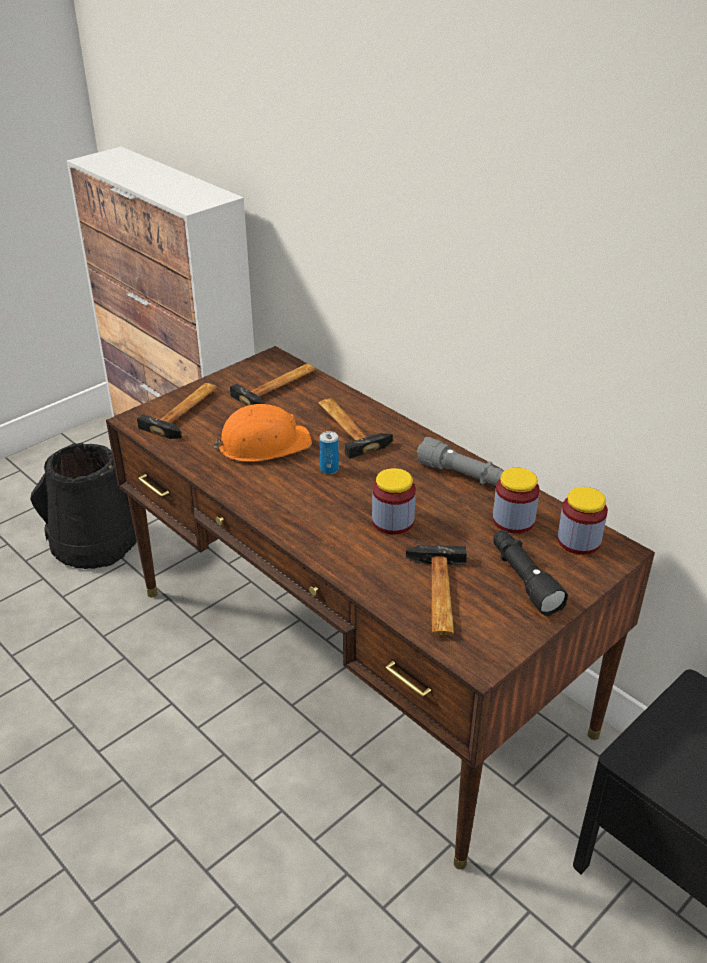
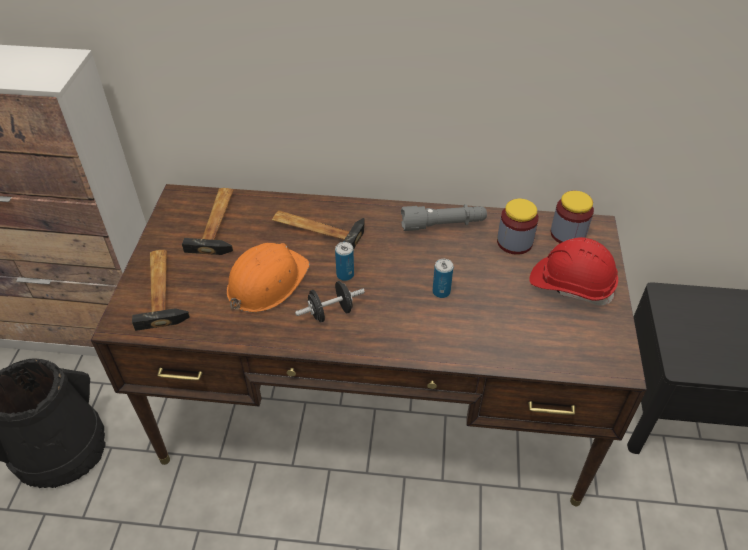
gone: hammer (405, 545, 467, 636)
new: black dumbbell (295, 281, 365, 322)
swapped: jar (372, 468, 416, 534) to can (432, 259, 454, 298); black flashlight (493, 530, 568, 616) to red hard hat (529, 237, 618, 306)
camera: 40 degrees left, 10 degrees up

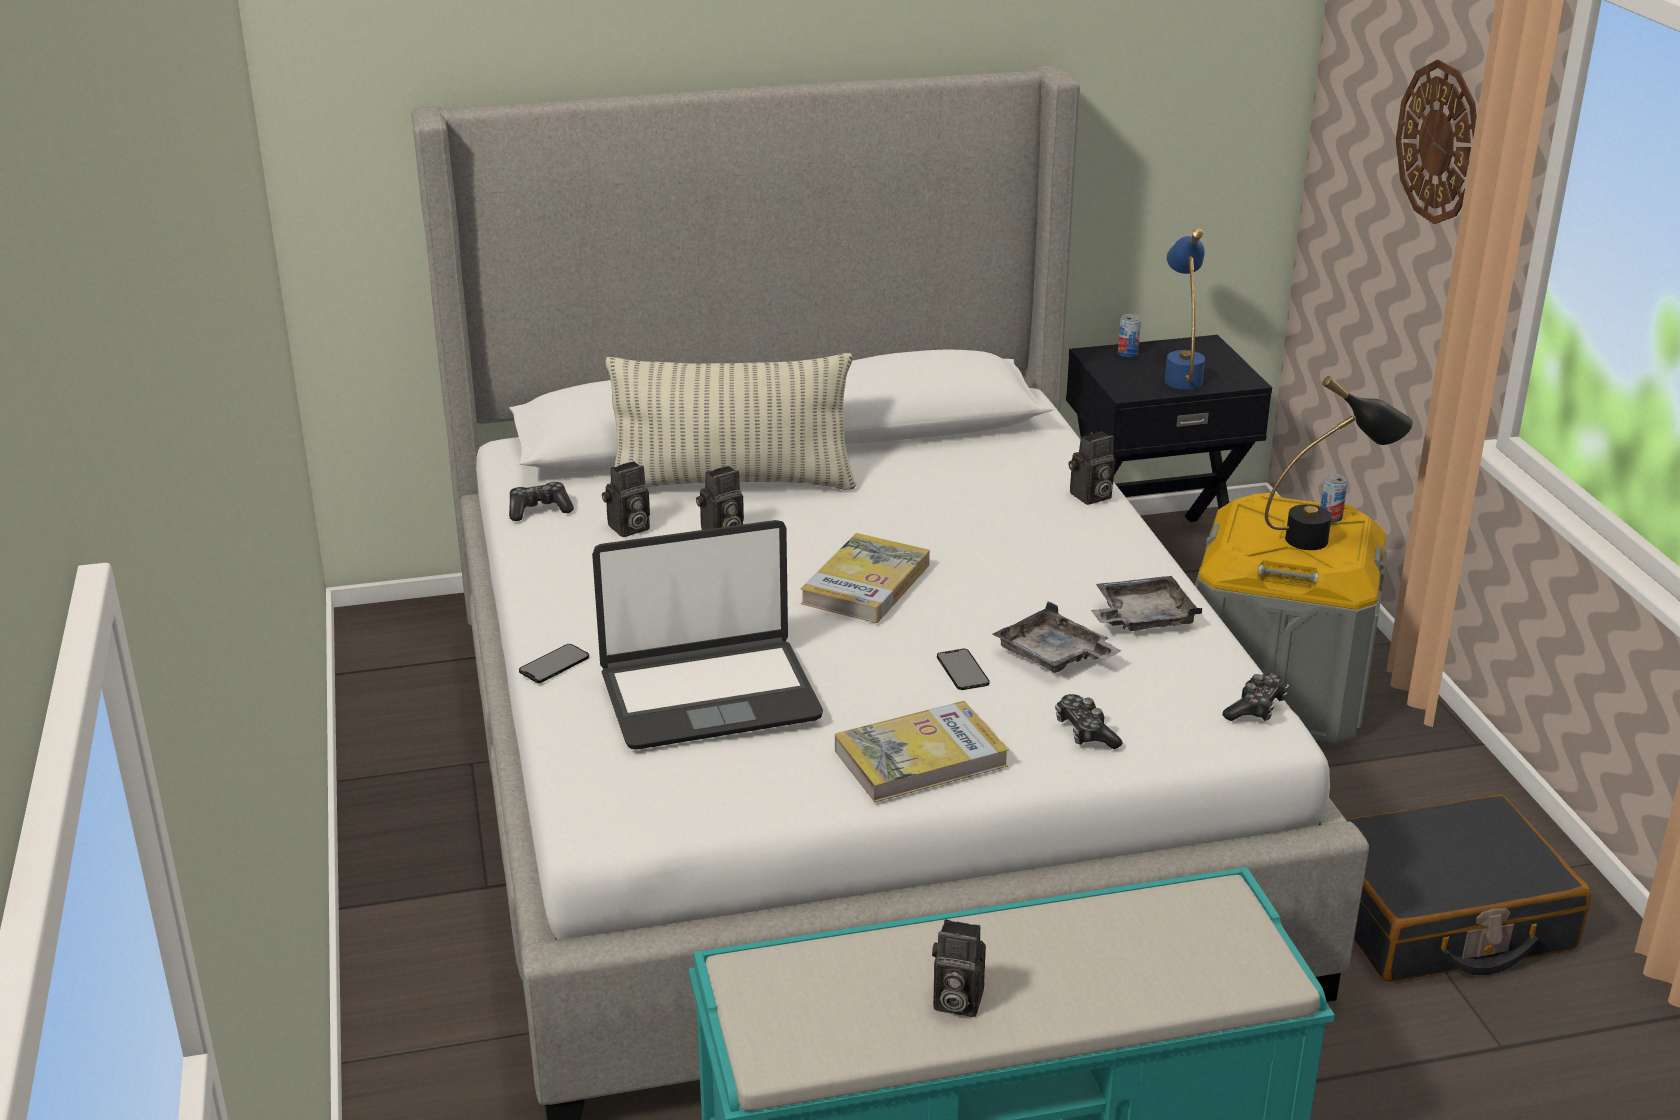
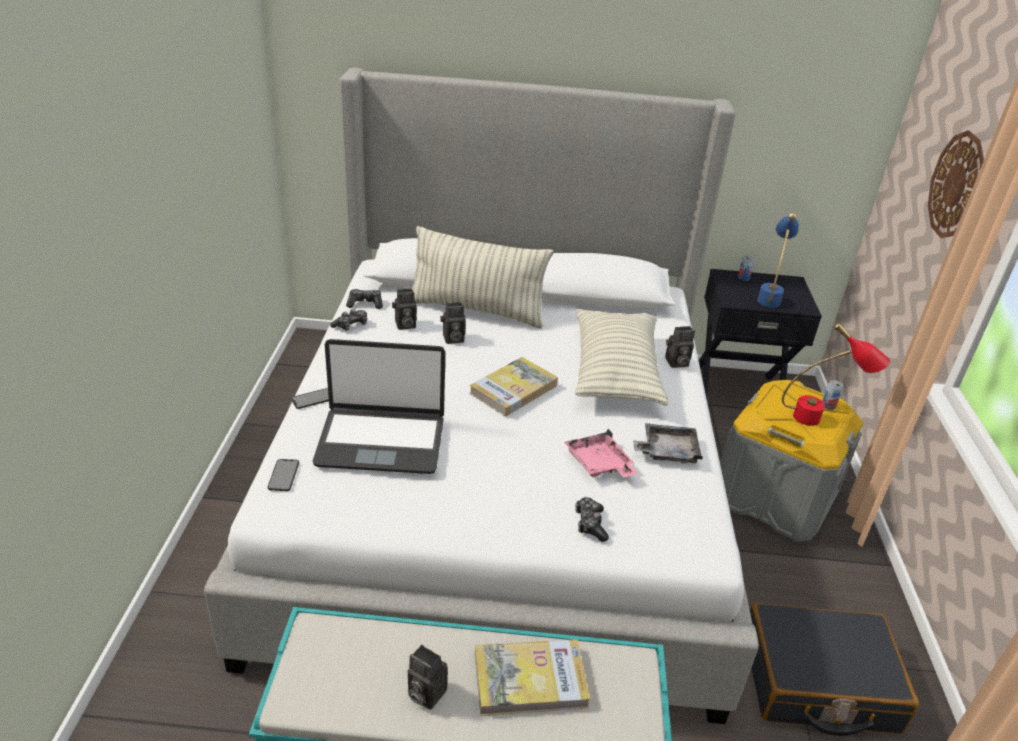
new: pillow (575, 309, 668, 406)
shifted: book (835, 701, 1009, 802) to (475, 639, 591, 716); phone (937, 649, 990, 690) to (268, 459, 299, 491); game controller (1222, 673, 1289, 721) to (330, 309, 367, 331)
repainted: grey tray (992, 601, 1122, 673) to pink tray (564, 429, 638, 477); black table lamp (1265, 376, 1413, 550) to red table lamp (782, 323, 890, 426)
camera: 15 degrees right, 5 degrees up

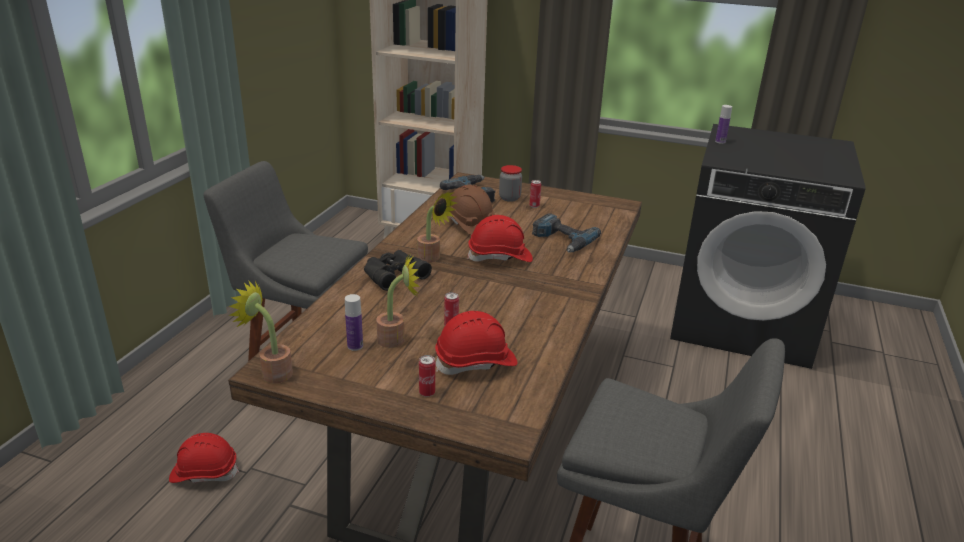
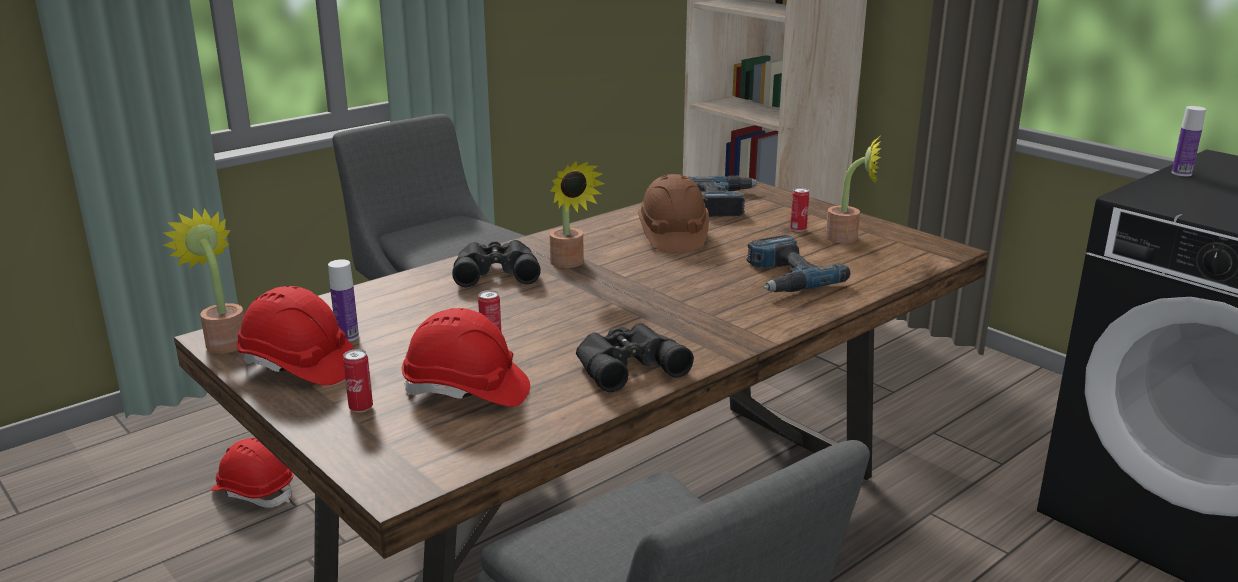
gone: jar (499, 165, 522, 202)
new: black binoculars (576, 323, 694, 392)
shifted: potted plant (376, 254, 420, 348) to (825, 137, 882, 243); red hard hat (467, 215, 533, 262) to (236, 286, 354, 385)
camera: 30 degrees right, 5 degrees down

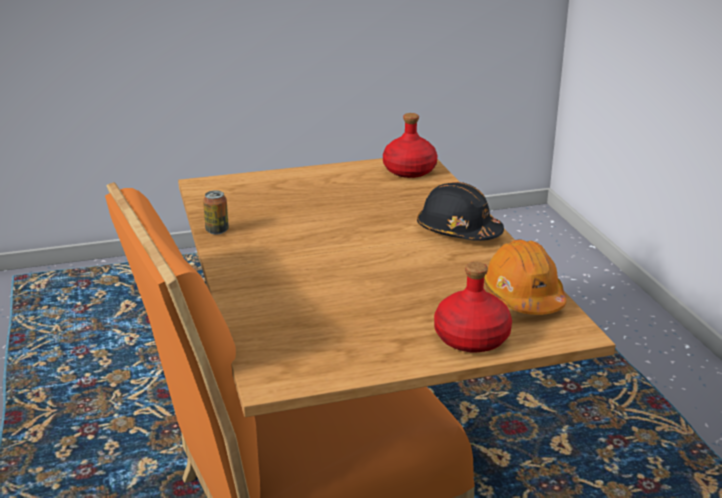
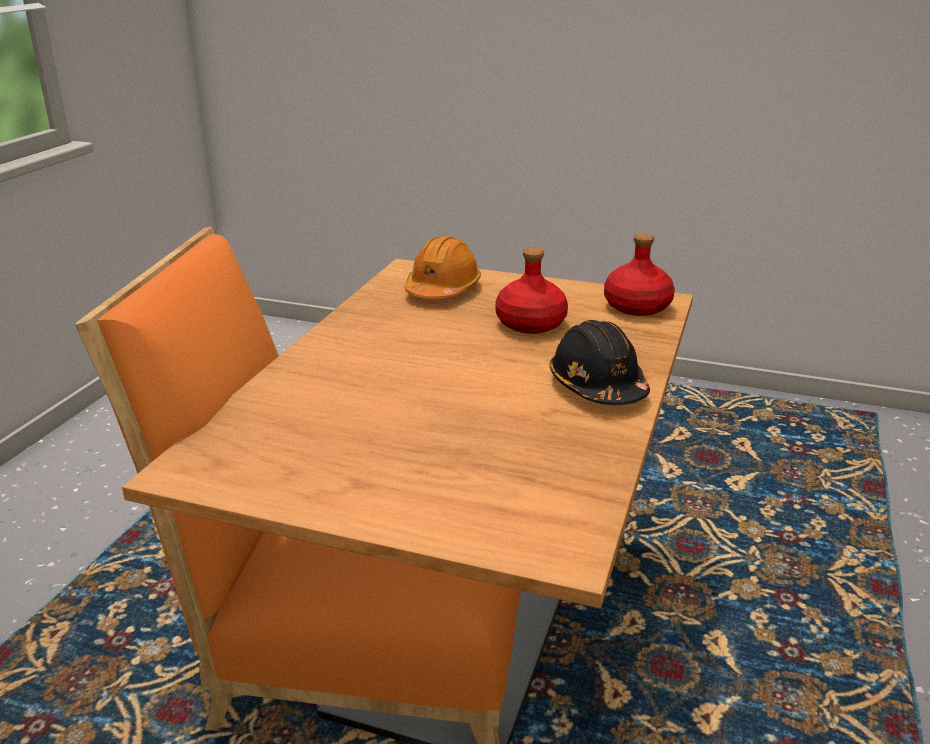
gone: can (203, 190, 229, 235)
shifted: red bottle (434, 261, 512, 352) to (495, 247, 568, 334); orange hard hat (484, 239, 567, 315) to (404, 236, 481, 299)
camera: 35 degrees right, 0 degrees up

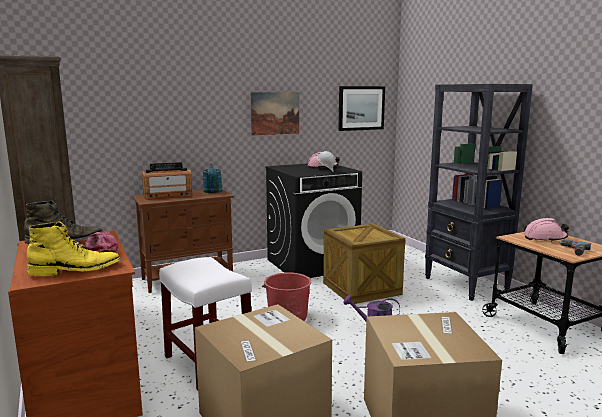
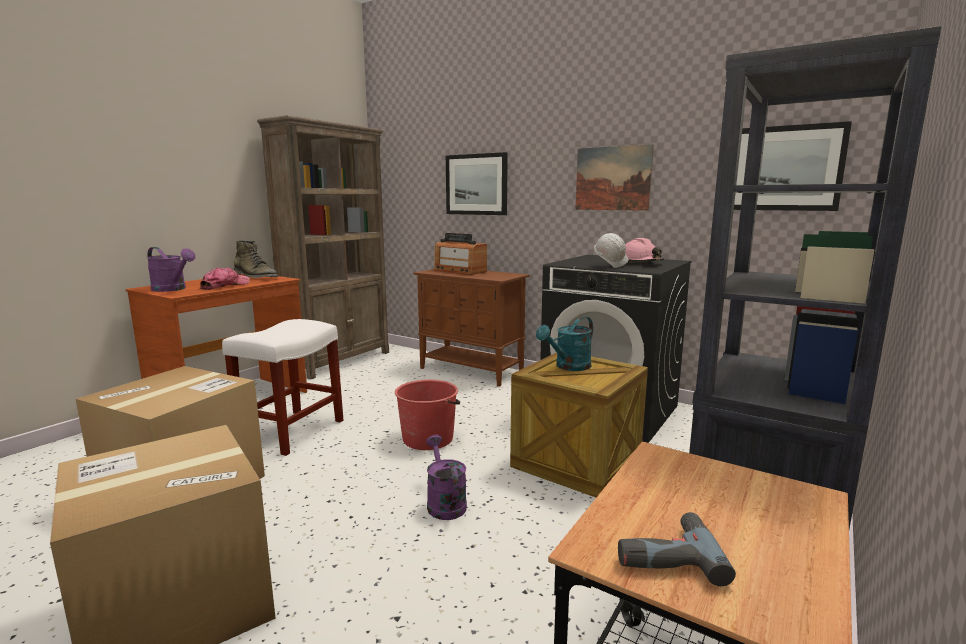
gone: pink hard hat (524, 218, 569, 242)
new: picture (446, 152, 508, 215)
shifted: turquoise watering can (202, 164, 222, 193) to (536, 316, 593, 371)
swapped: yellow boot (27, 221, 121, 276) to purple watering can (147, 247, 196, 292)
camera: 60 degrees right, 0 degrees up

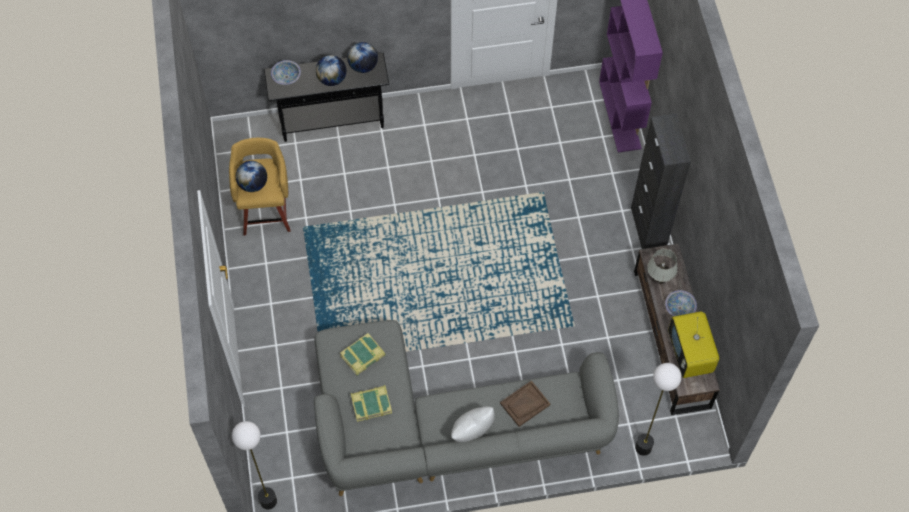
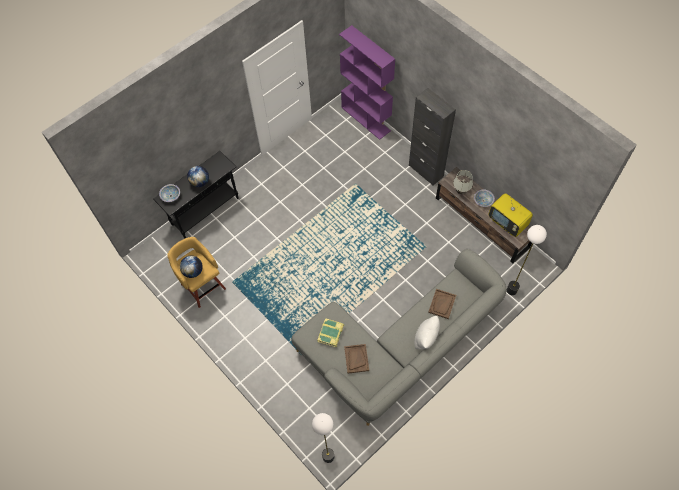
gone: globe (347, 42, 378, 73)
swapped: book (351, 385, 392, 422) to brown tray (344, 344, 369, 374)
camera: 30 degrees left, 0 degrees up

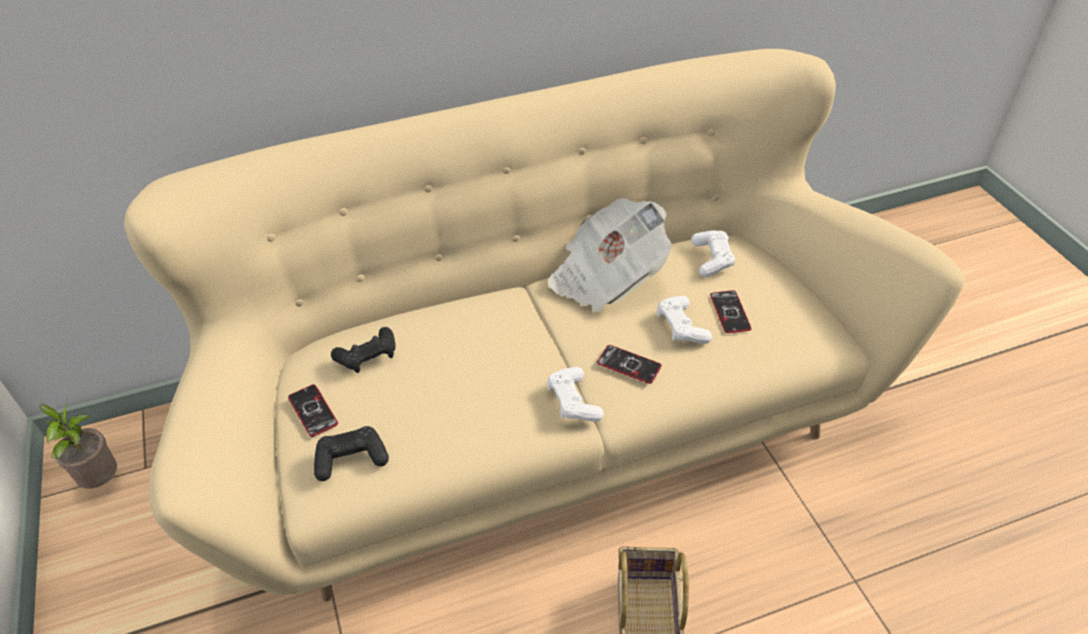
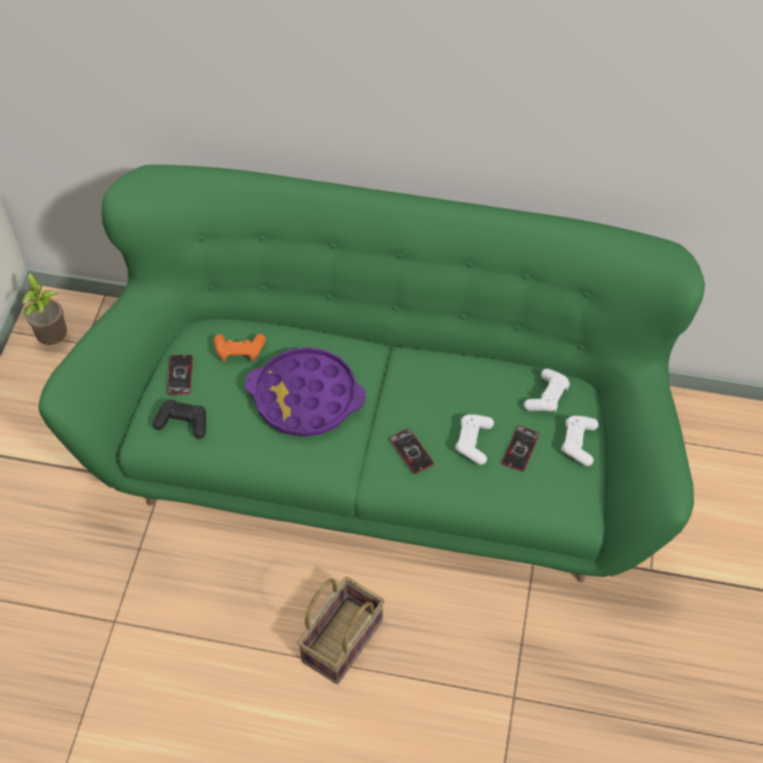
gone: newspaper (548, 198, 671, 312)
new: purple tray (245, 347, 366, 437)
shifted: white game controller (547, 367, 604, 422) to (561, 416, 599, 466)
repainted: beige sofa (124, 49, 965, 602) to green sofa (38, 165, 705, 582); black game controller (331, 327, 396, 373) to orange game controller (214, 334, 266, 361)
camera: 30 degrees right, 10 degrees up

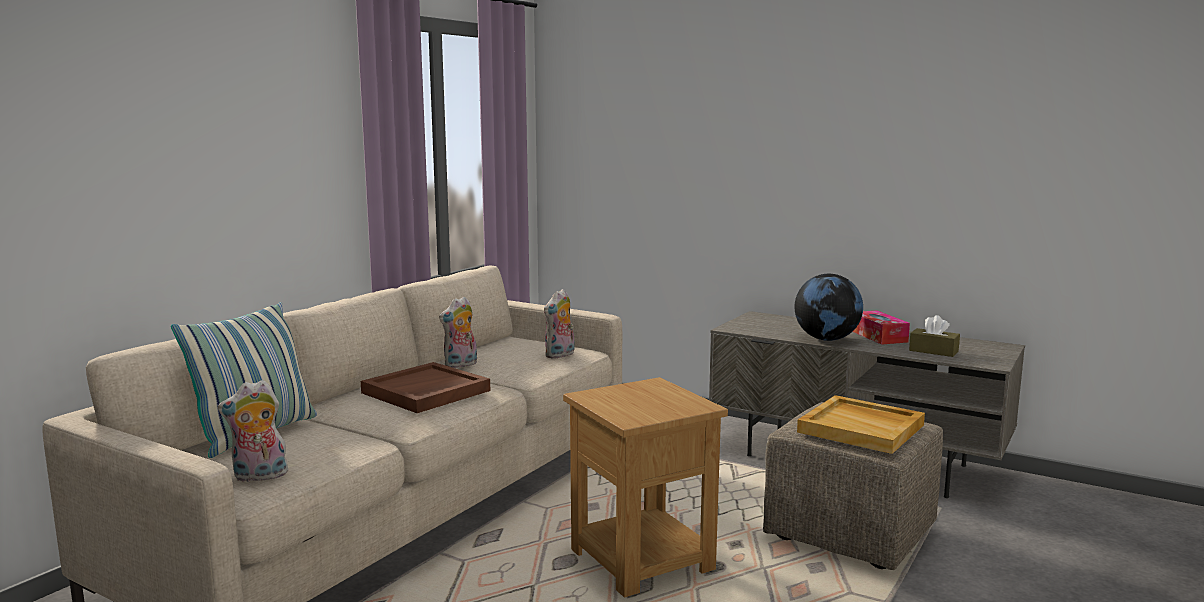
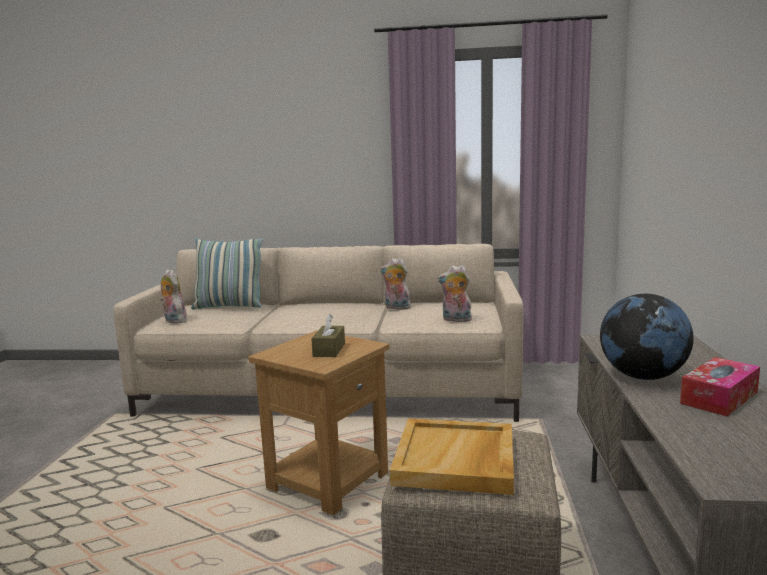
gone: brown tray (361, 362, 490, 413)
shifted: brown tissue box (909, 315, 960, 357) to (311, 314, 345, 357)
camera: 65 degrees right, 0 degrees up

